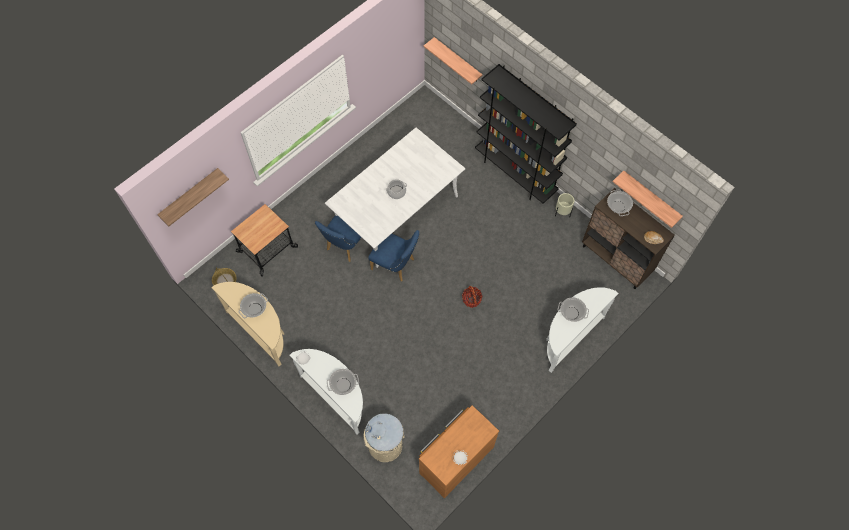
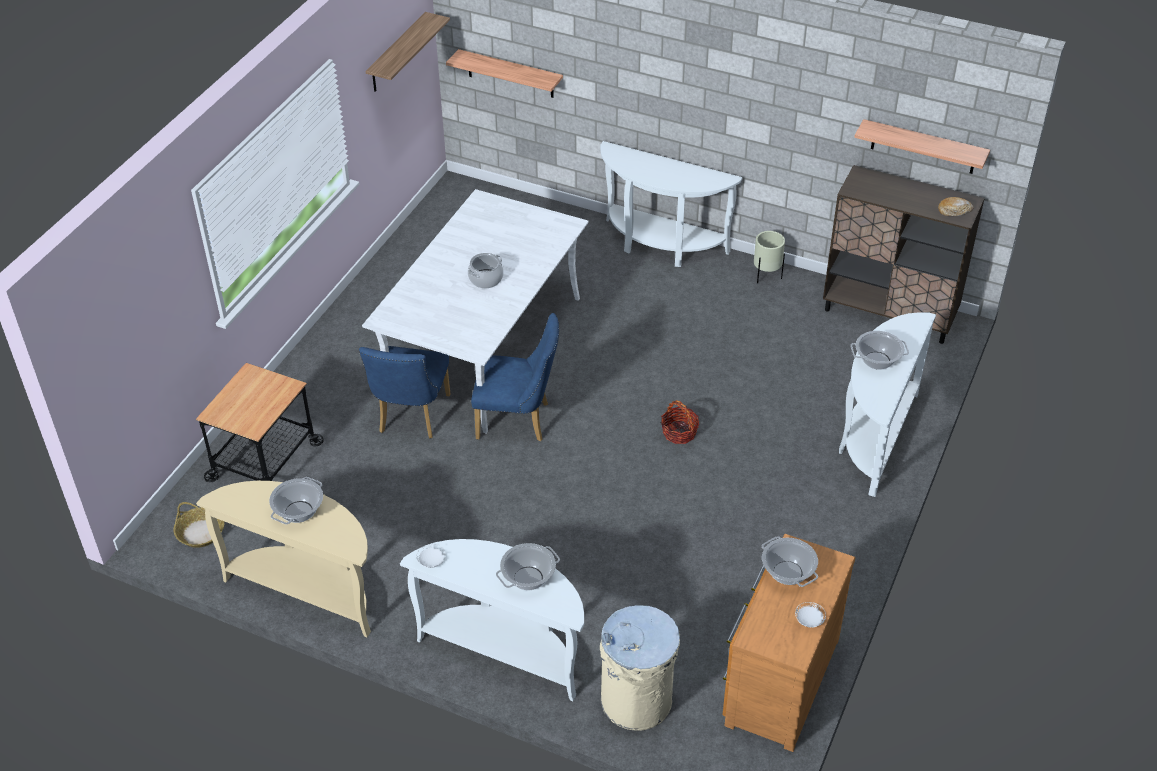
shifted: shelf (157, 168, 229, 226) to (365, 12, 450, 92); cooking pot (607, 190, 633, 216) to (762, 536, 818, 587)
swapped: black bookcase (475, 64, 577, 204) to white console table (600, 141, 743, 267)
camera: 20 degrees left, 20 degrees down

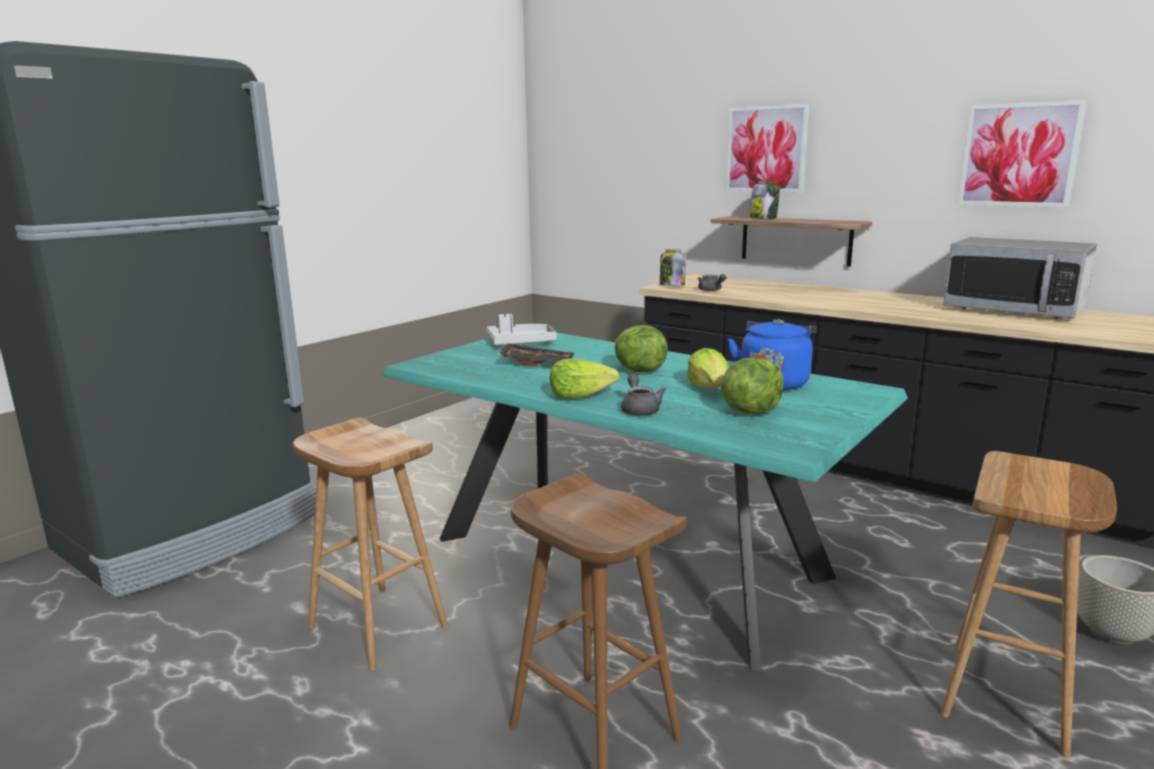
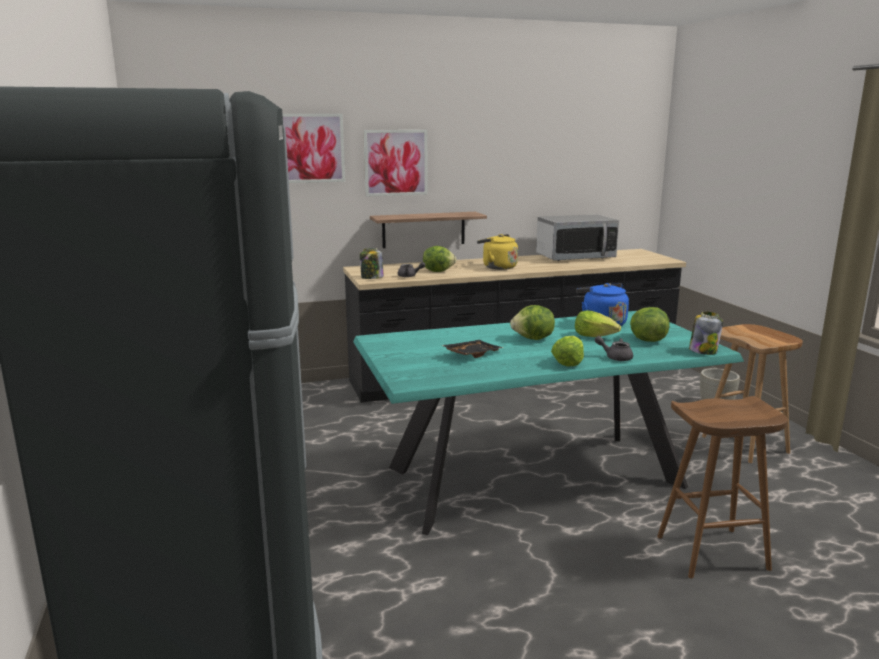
gone: brown stool (293, 418, 448, 671); grey tray (486, 314, 557, 345)
new: lettuce (423, 246, 457, 272); yellow kettle (477, 234, 518, 270)
shifted: jar (749, 181, 780, 219) to (689, 311, 723, 355); picture (957, 100, 1086, 208) to (282, 114, 345, 183)
camera: 55 degrees left, 0 degrees up

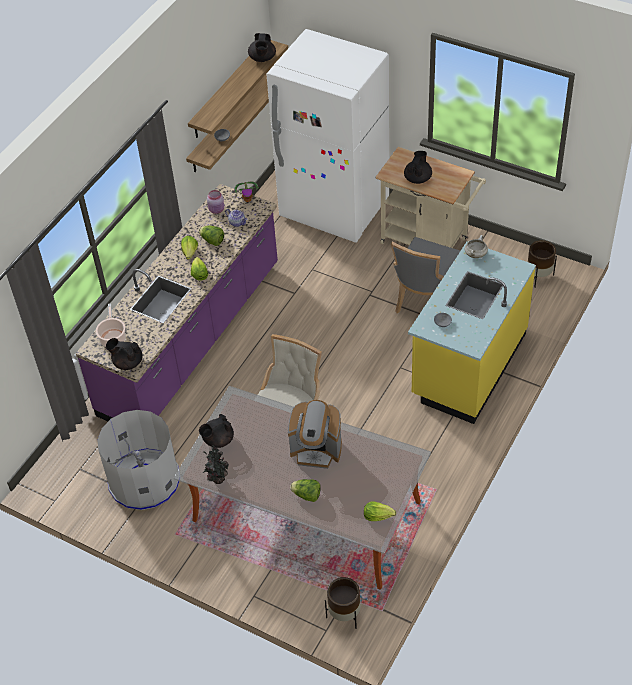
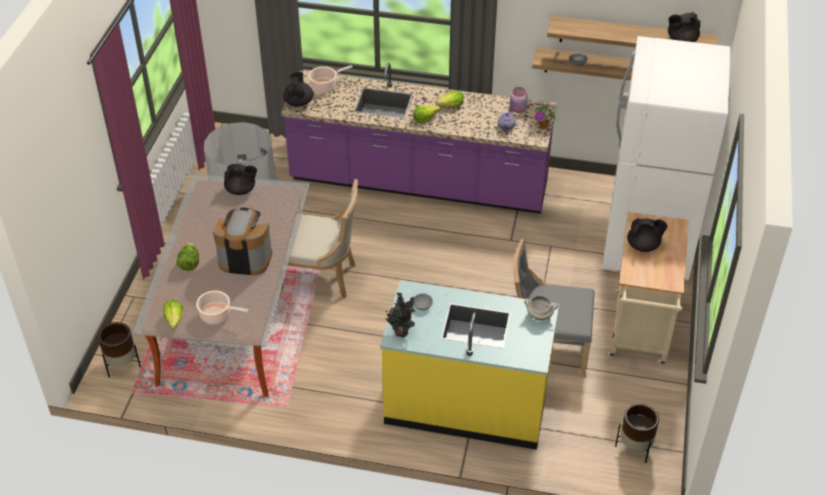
gone: lettuce (199, 226, 224, 246)
new: cooking pot (196, 291, 248, 324)
shifted: potted plant (203, 445, 229, 484) to (385, 292, 415, 338)
rotated: black teapot (199, 414, 234, 448) = (224, 164, 257, 195) 150 degrees clockwise; coffee machine (288, 400, 342, 469) = (213, 207, 272, 275) 105 degrees clockwise
camera: 70 degrees right, 5 degrees down

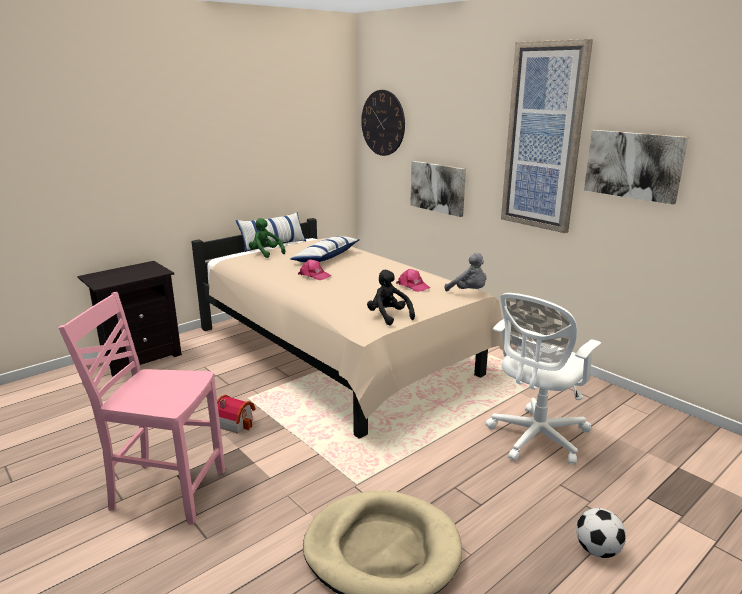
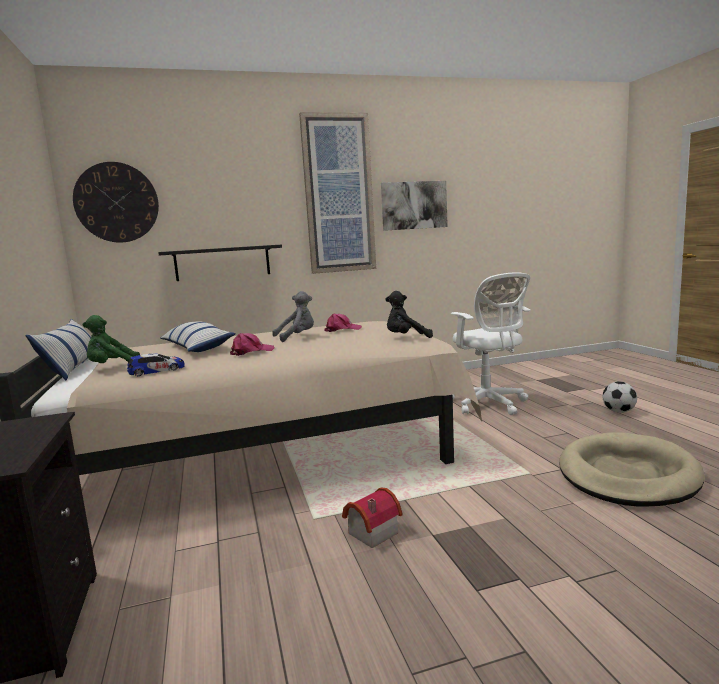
gone: pink chair (59, 292, 225, 525)
new: toy car (127, 353, 185, 376)
shifted: grey plush toy (445, 253, 486, 291) to (272, 291, 314, 342)
swapped: picture (410, 161, 466, 217) to black shelf (158, 244, 282, 281)
camera: 65 degrees left, 10 degrees down

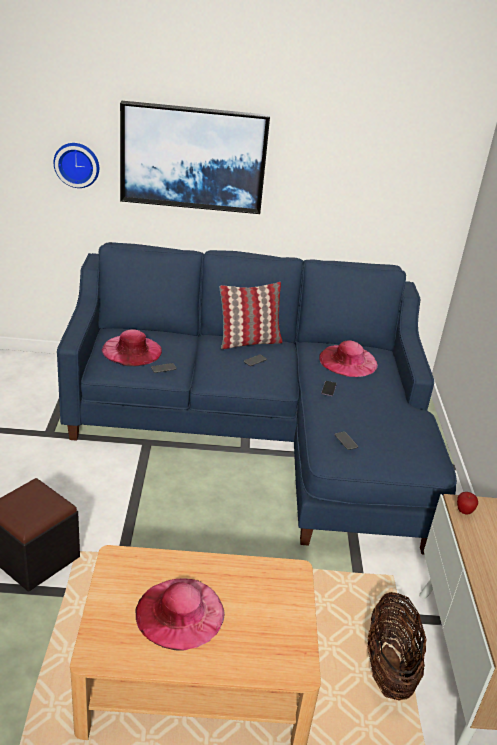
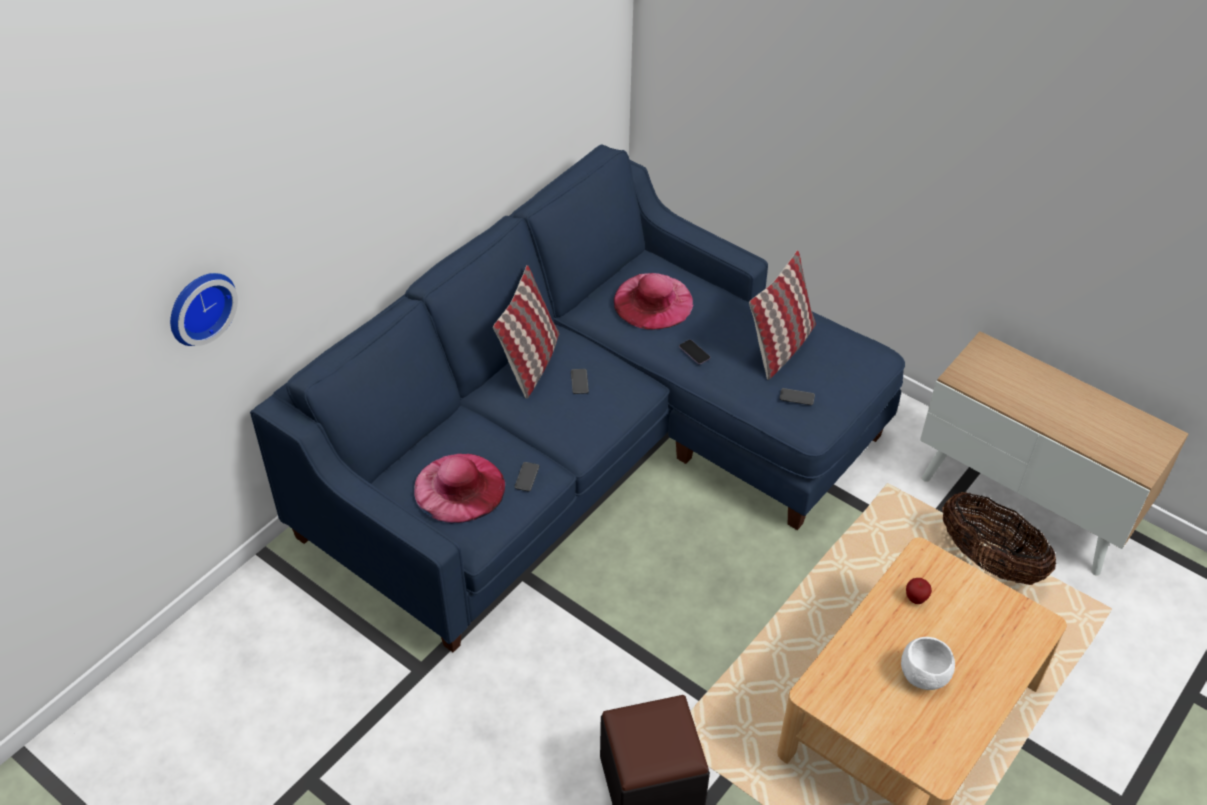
gone: picture (120, 101, 270, 214)
new: pillow (749, 250, 816, 380)
shifted: apple (457, 492, 478, 514) to (906, 578, 932, 604)
swapped: pink hat (136, 578, 224, 651) to white bowl (901, 637, 955, 690)
camera: 50 degrees left, 15 degrees up

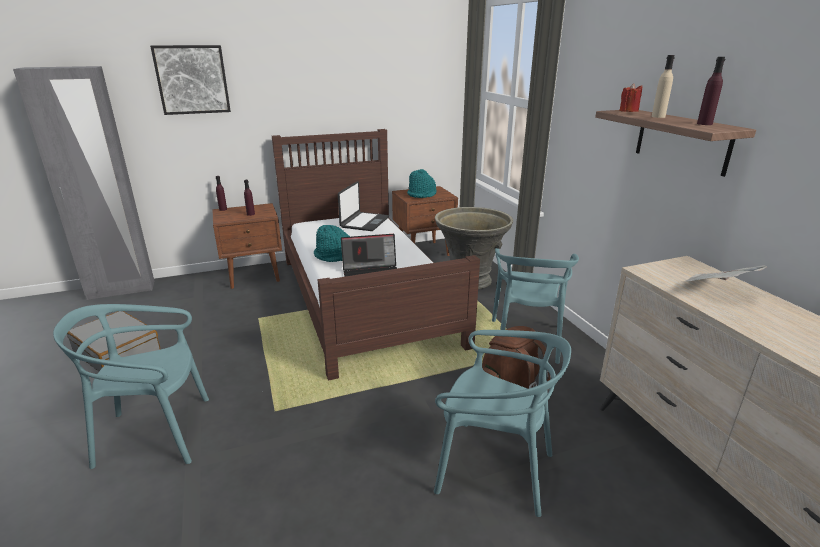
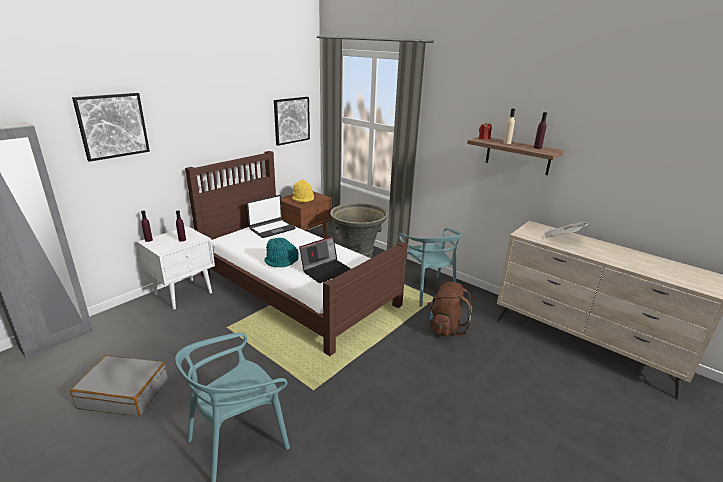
gone: turquoise chair (434, 330, 571, 517)
new: picture (274, 97, 310, 146)
repainted: brown nightstand (212, 203, 282, 289) to white nightstand (137, 226, 215, 310); turquoise hat (407, 169, 437, 198) to yellow hat (292, 179, 314, 203)
rotated: laptop (338, 181, 389, 231) = (247, 195, 296, 238) 60 degrees clockwise
camera: 30 degrees left, 0 degrees up

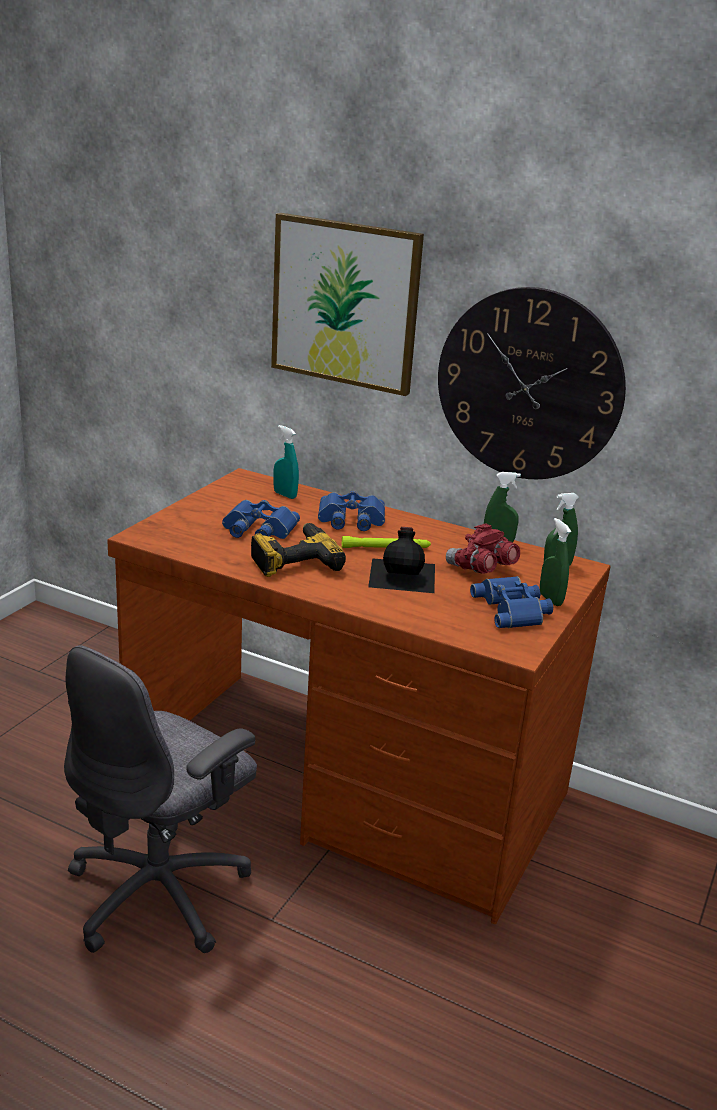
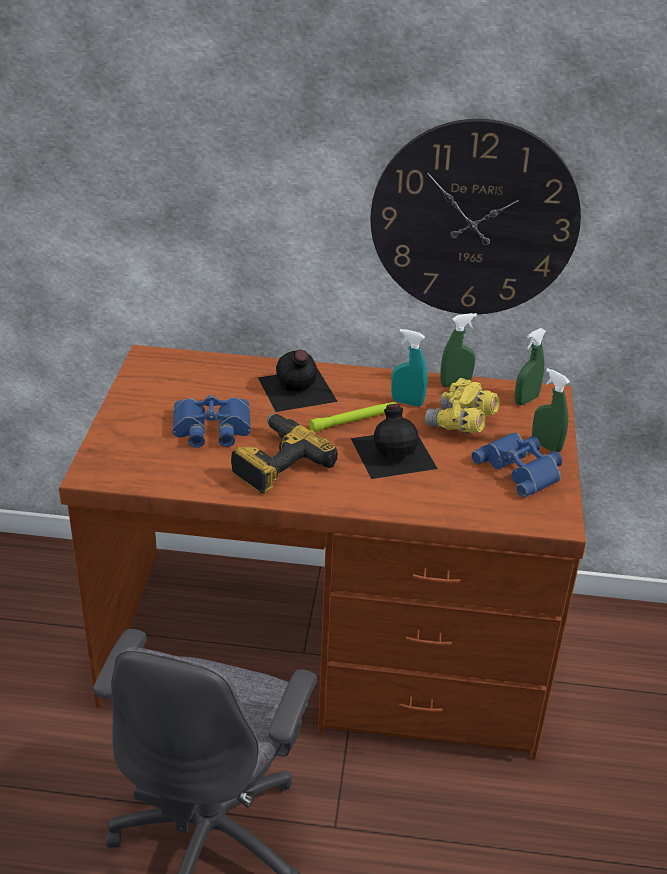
gone: picture (271, 213, 424, 396)
shifted: turquoise spray bottle (273, 425, 299, 499) to (391, 329, 428, 407)
swapped: blue binoculars (318, 491, 385, 531) to black bottle (258, 350, 338, 412)
repainted: red binoculars (446, 523, 520, 574) to yellow binoculars (425, 378, 499, 433)
camera: 20 degrees left, 10 degrees up

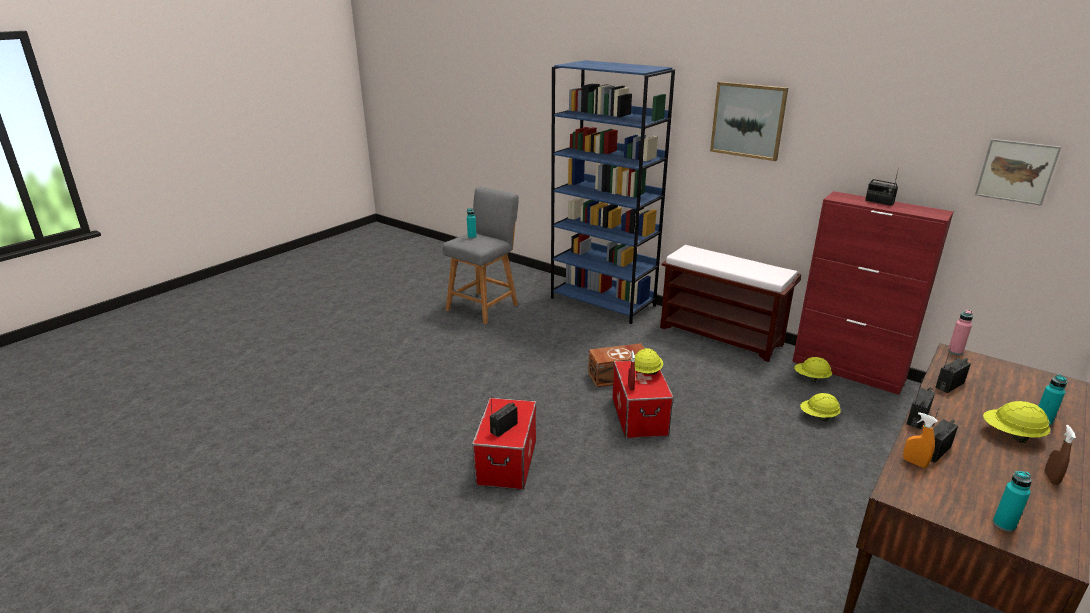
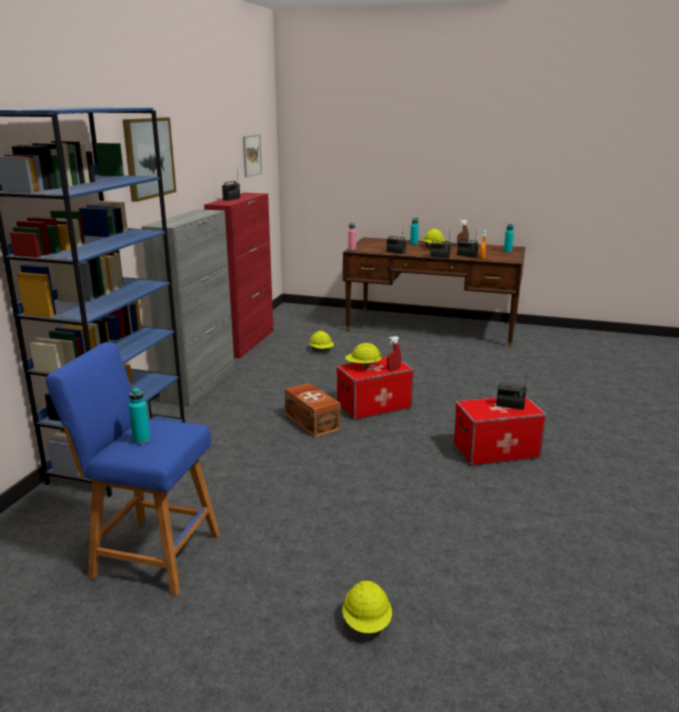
shifted: yellow hard hat (794, 357, 832, 382) to (342, 581, 392, 633)
swapped: brown bench (660, 245, 801, 362) to grey cabinet (142, 209, 235, 407)
repainted: grey stool (443, 187, 519, 324) to blue stool (46, 342, 220, 595)
camera: 110 degrees left, 5 degrees down

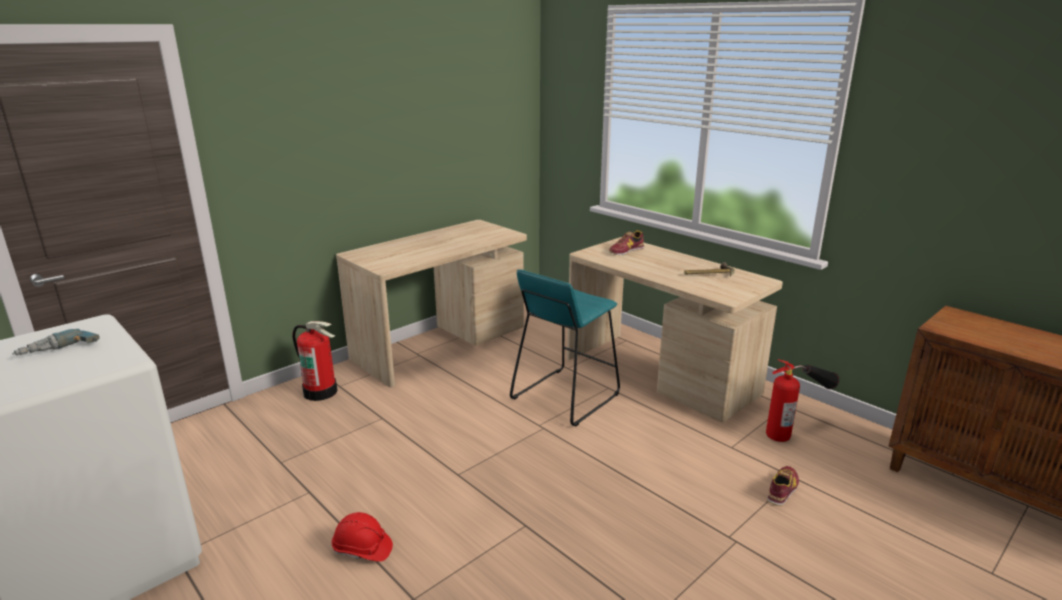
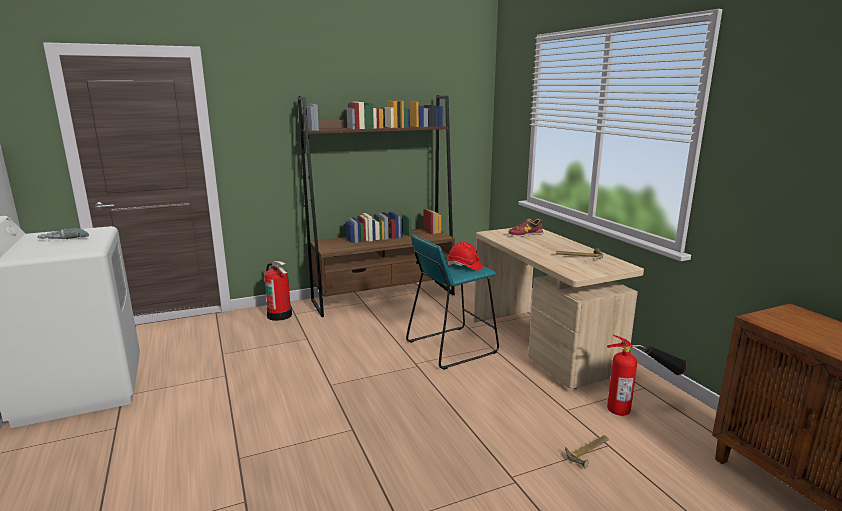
shifted: red hard hat (332, 512, 393, 562) to (447, 242, 483, 271)
swapped: beige desk (336, 220, 527, 387) to brown bookcase (297, 95, 455, 317); shoe (767, 466, 799, 506) to hammer (565, 435, 609, 469)
camera: 20 degrees right, 5 degrees down

